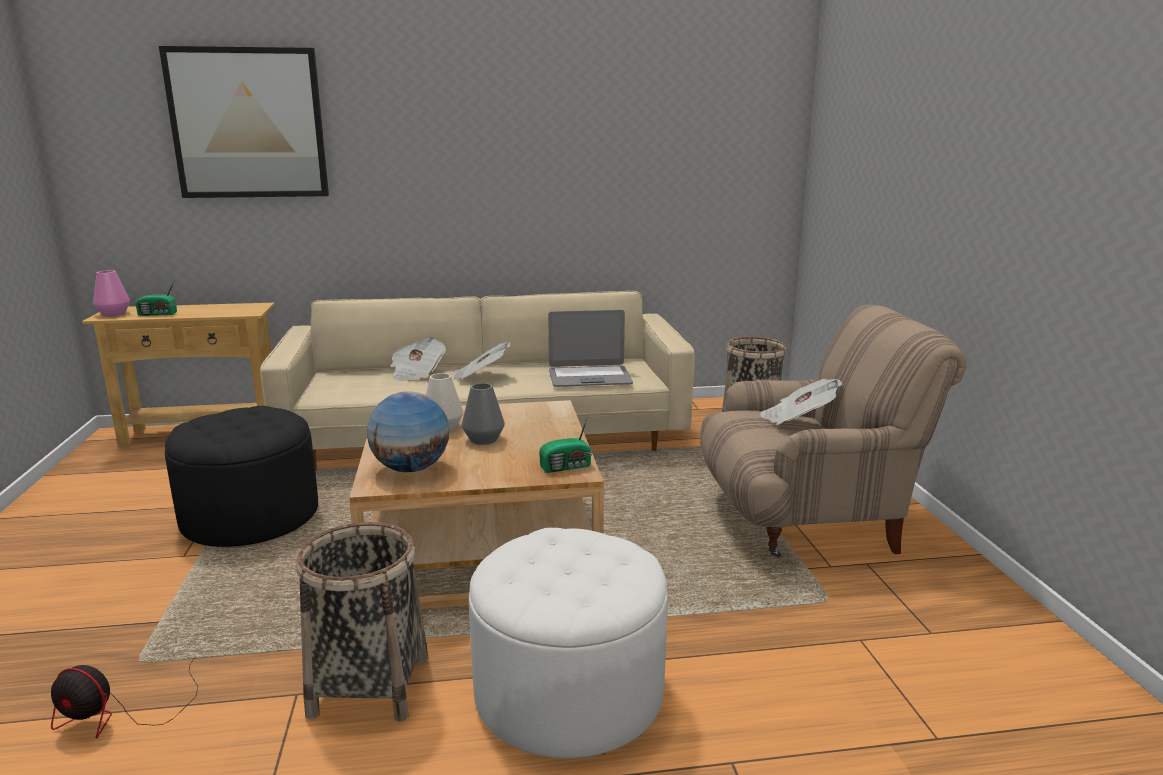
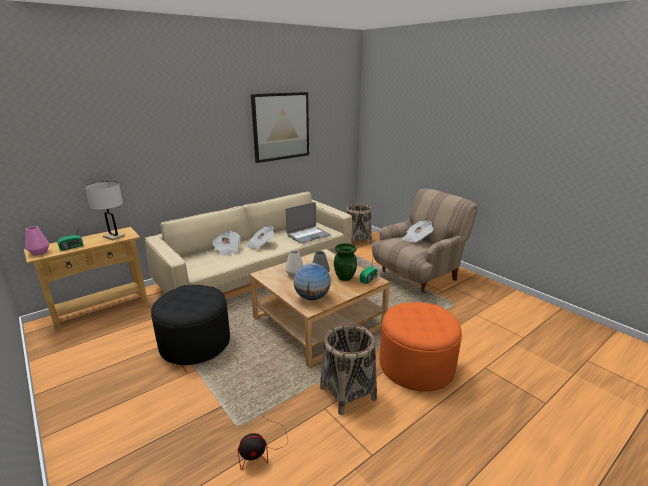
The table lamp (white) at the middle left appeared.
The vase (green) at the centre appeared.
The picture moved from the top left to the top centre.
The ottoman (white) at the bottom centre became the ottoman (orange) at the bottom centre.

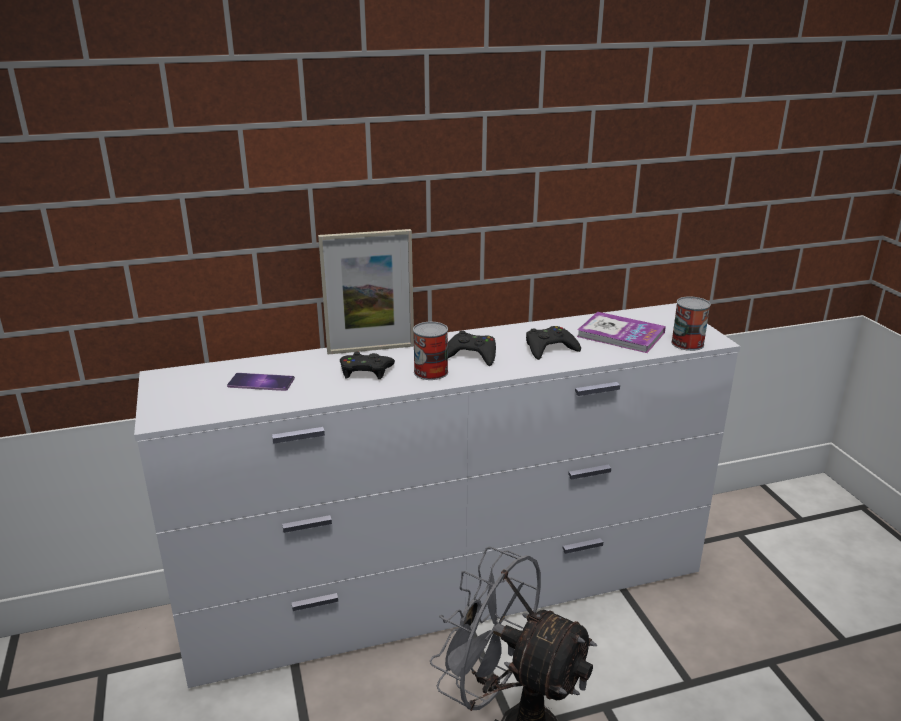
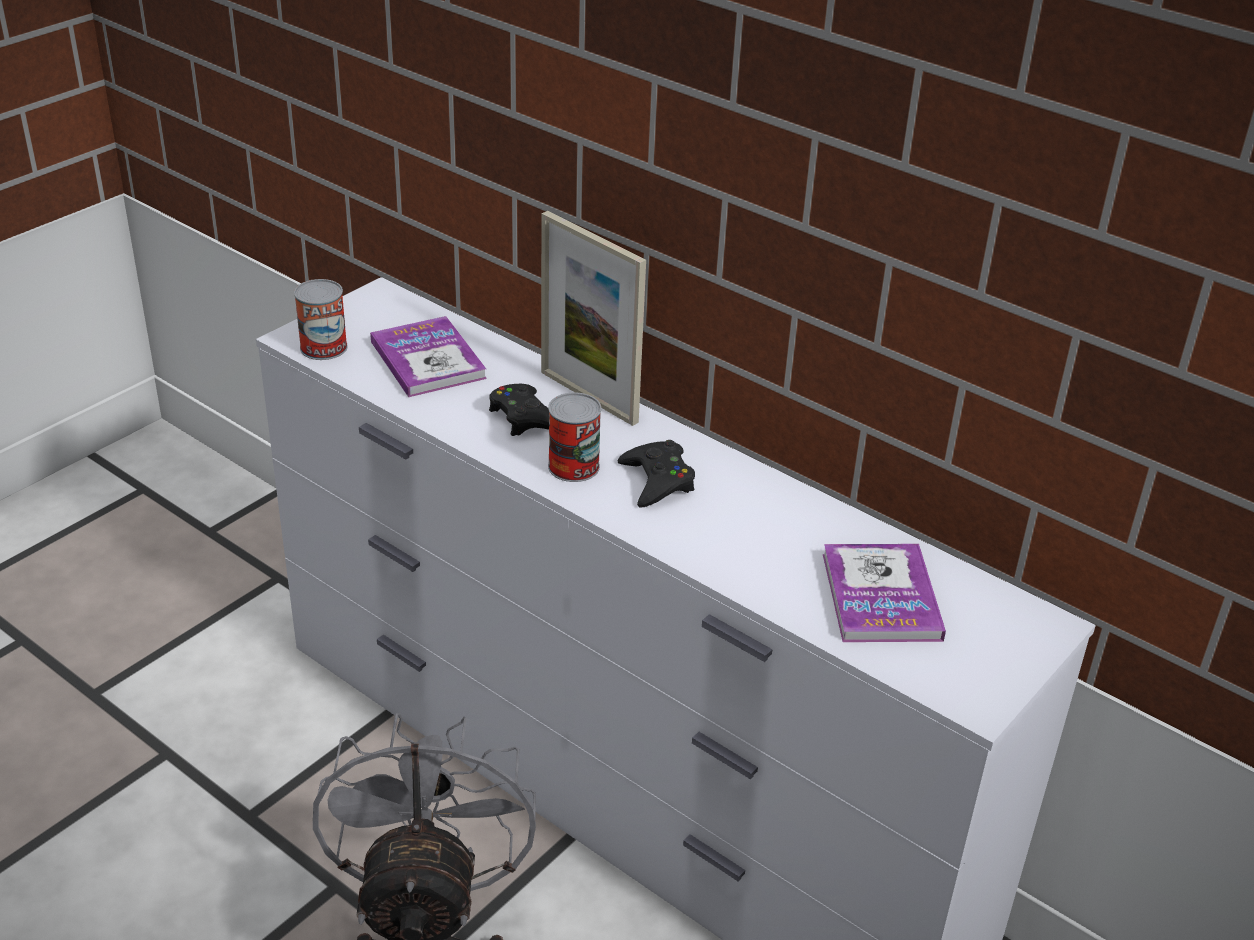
The game controller (black) (3rd from left) at the centre disappeared.
The can (2nd from left in the first image) moved from the middle right to the middle left.
The phone at the middle left was replaced by the book (1st from left) at the centre.

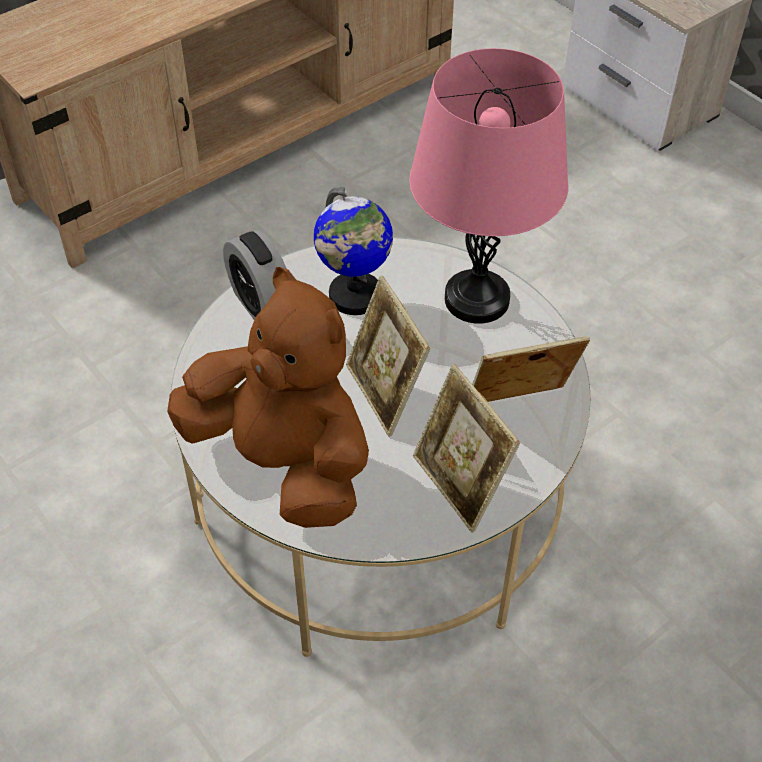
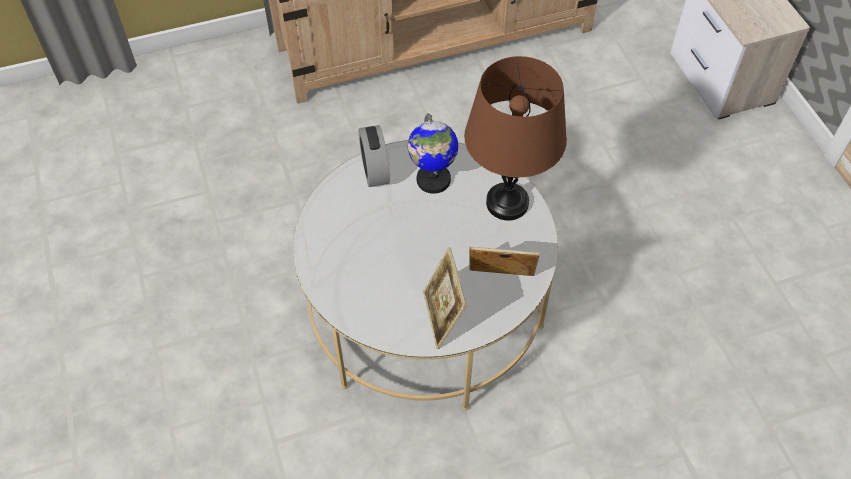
The plush toy (brown) at the centre disappeared.
The picture frame (1st from left) at the centre disappeared.
The table lamp (pink) at the top centre became the table lamp (brown) at the top centre.

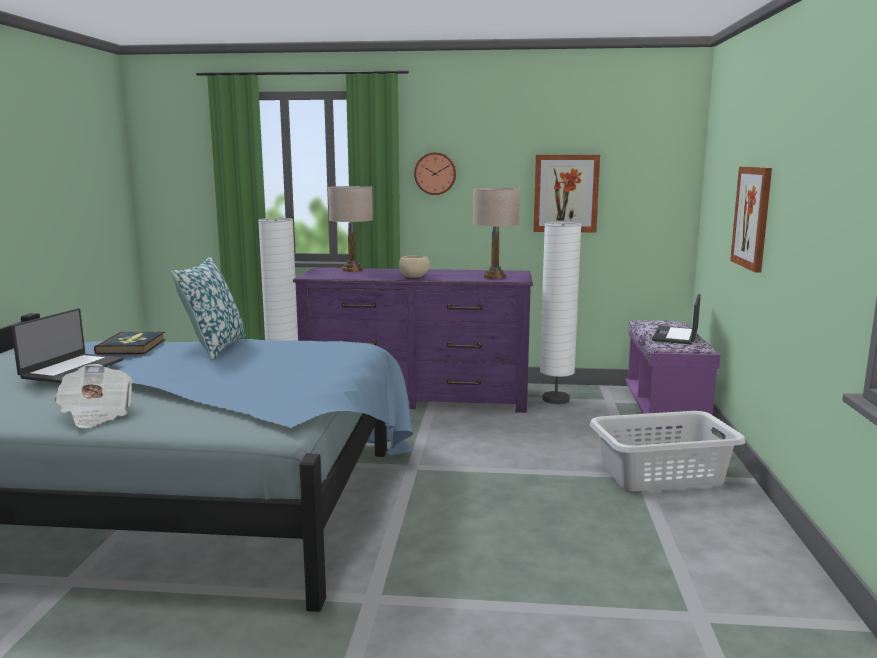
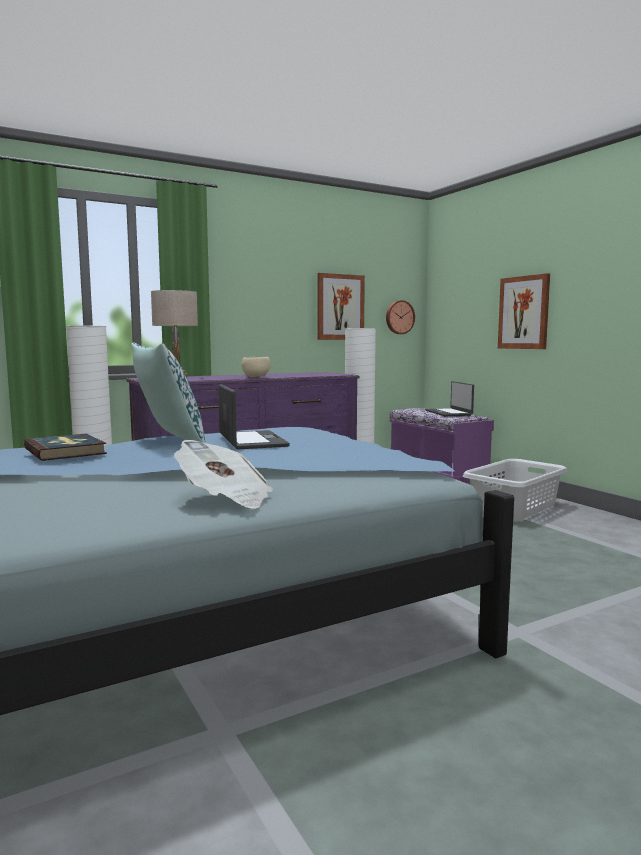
The table lamp (beige) (2nd from left) at the centre disappeared.
The laptop (1st from left) moved from the middle left to the centre.
The wall clock moved from the top centre to the centre.

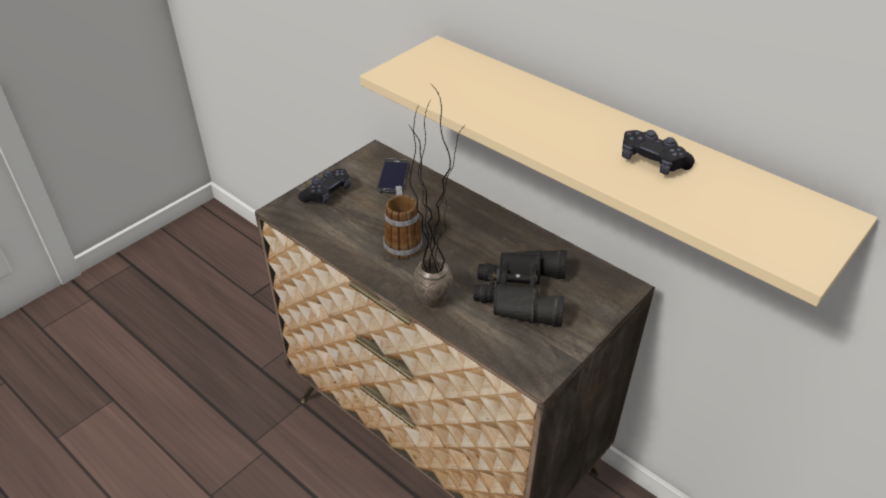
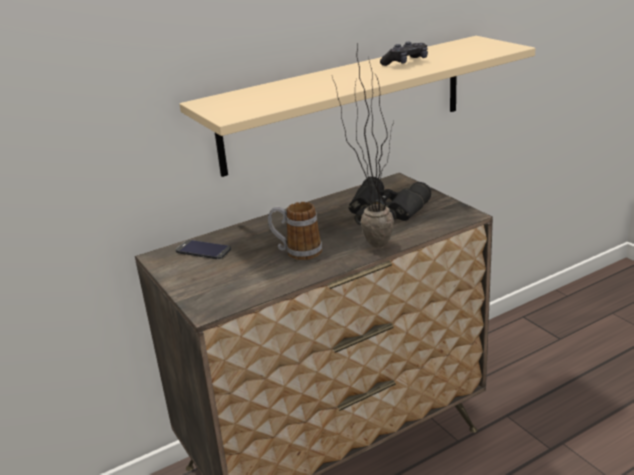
The game controller (black) (1st from left) at the centre disappeared.

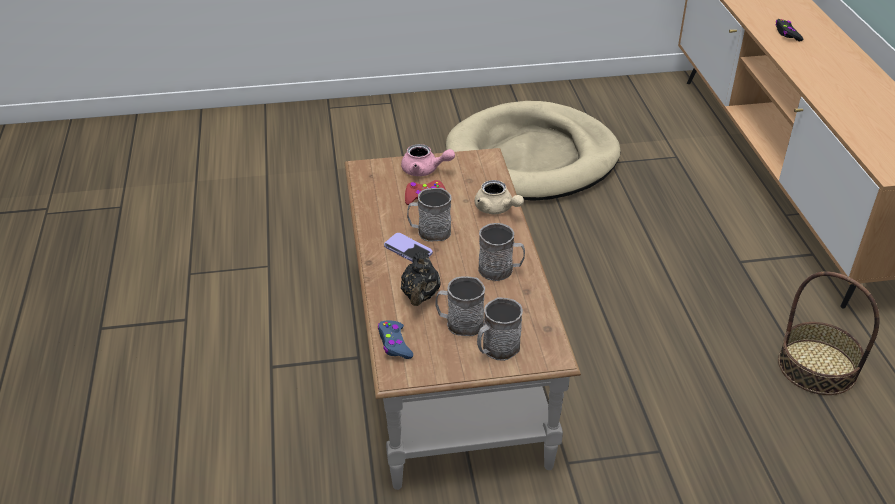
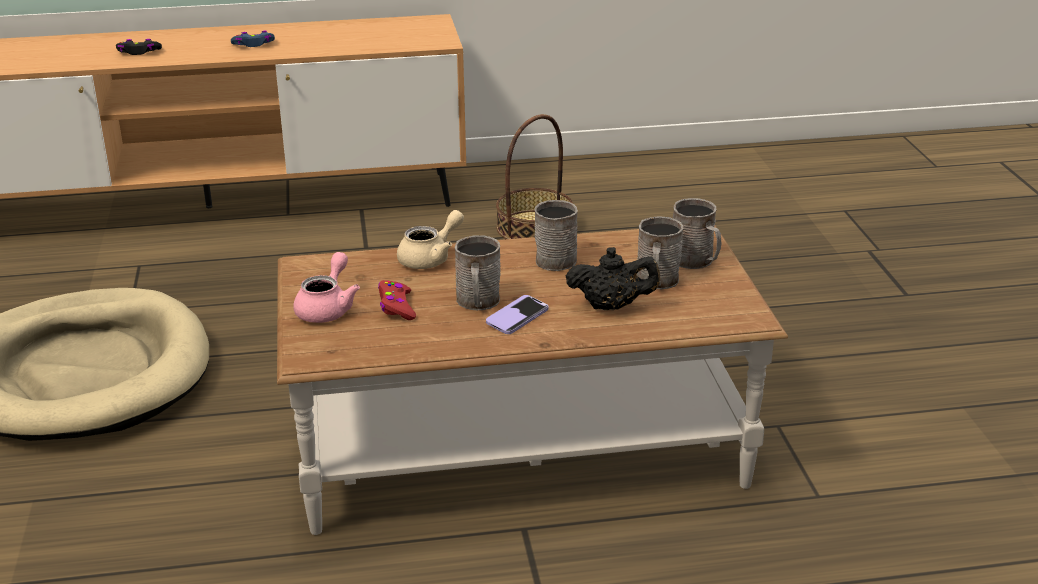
The game controller (blue) moved from the bottom centre to the top left.

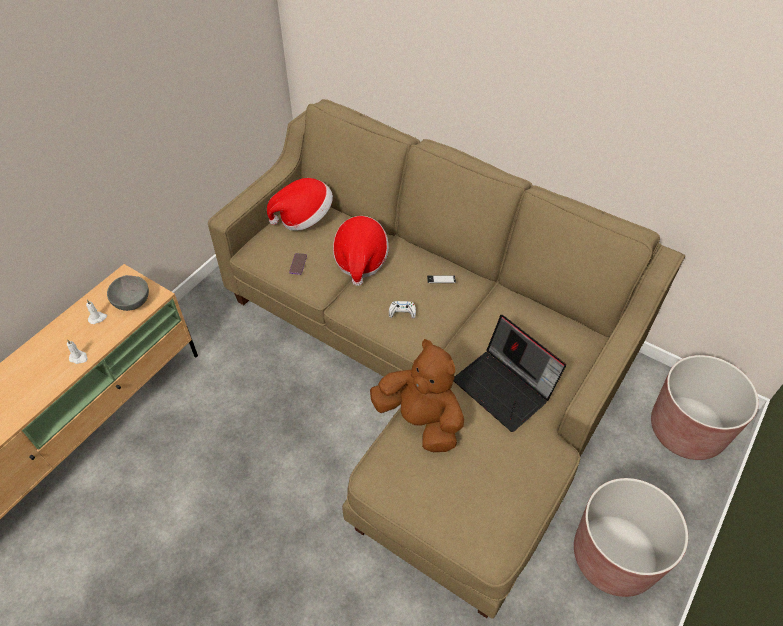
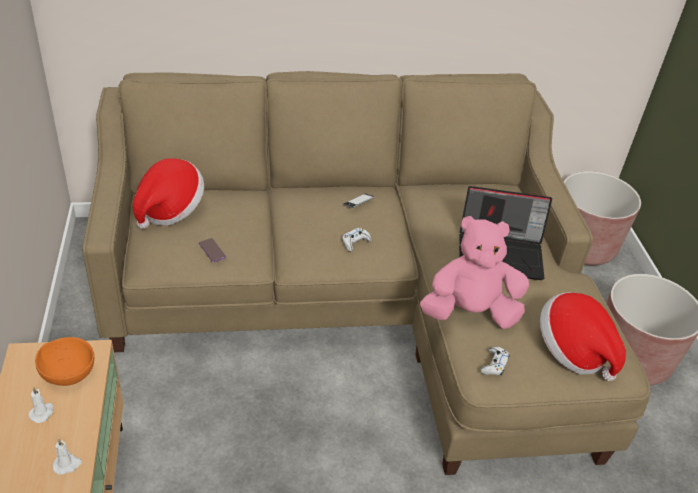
The game controller (white) (2nd from left) at the bottom right appeared.
The hat (2nd from left) moved from the centre to the bottom right.
The bowl (grey) at the middle left became the bowl (orange) at the bottom left.
The plush toy (brown) at the centre became the plush toy (pink) at the middle right.

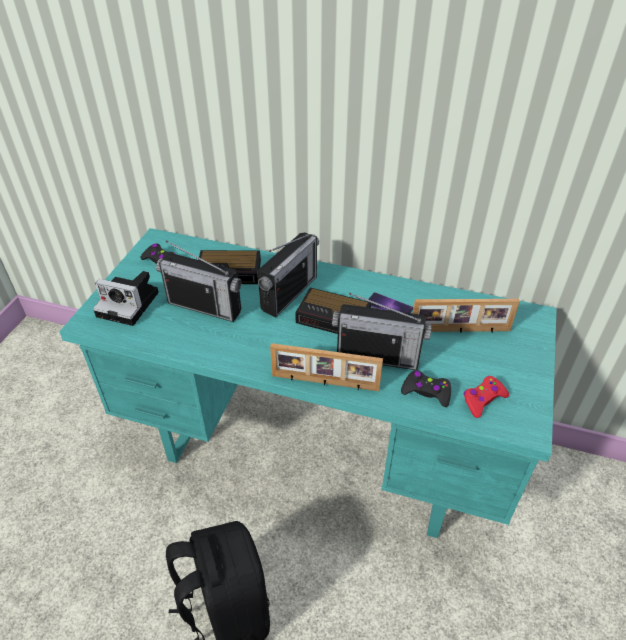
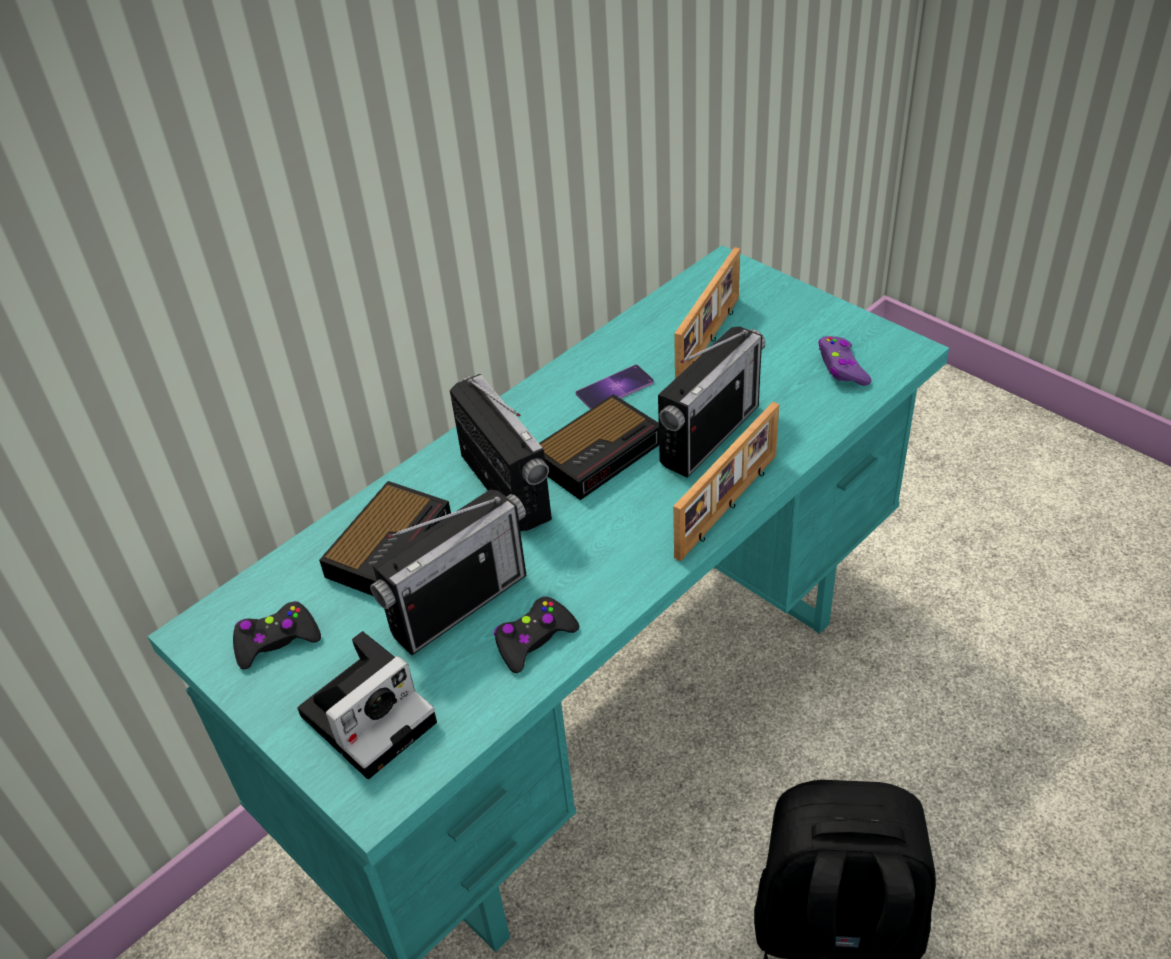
The game controller (black) (2nd from left) moved from the middle right to the centre.
The game controller (red) at the middle right became the game controller (purple) at the middle right.

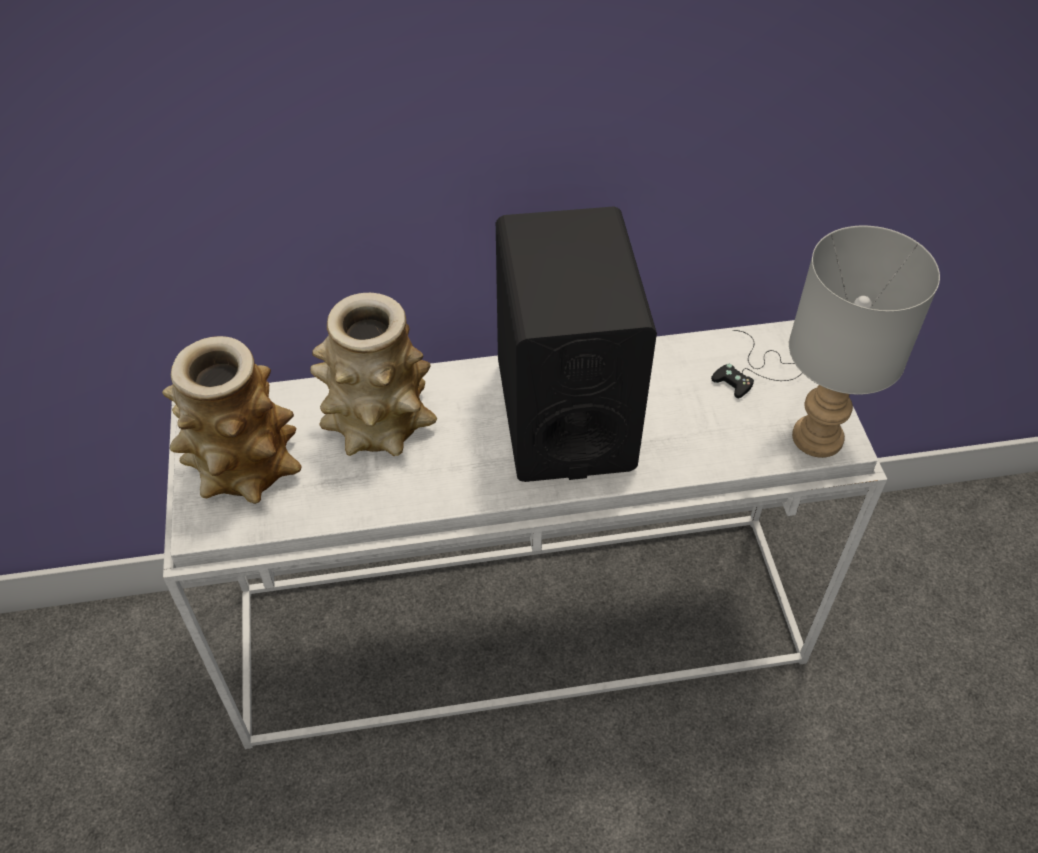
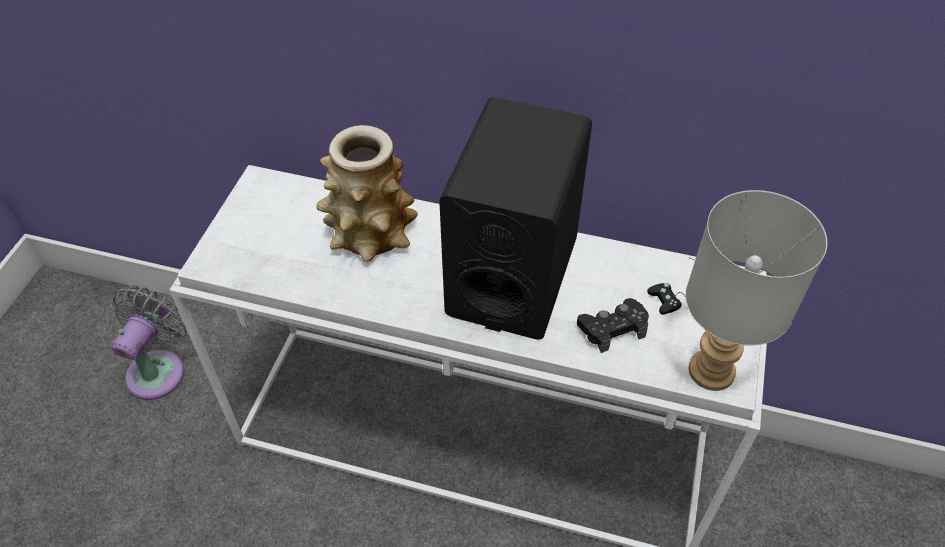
The vase (1st from left) at the middle left disappeared.
The fan (grey) at the middle left appeared.
The game controller (black) (1st from left) at the centre appeared.

